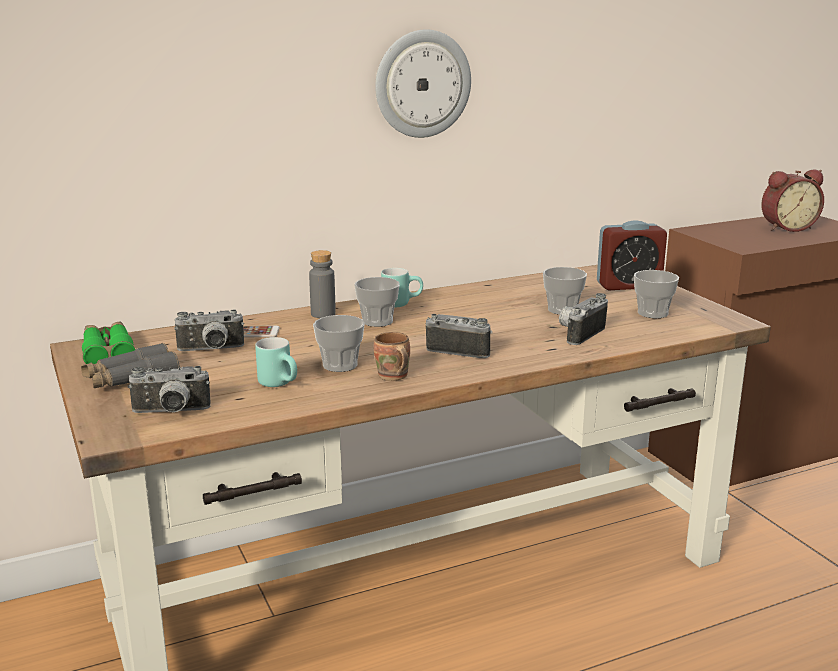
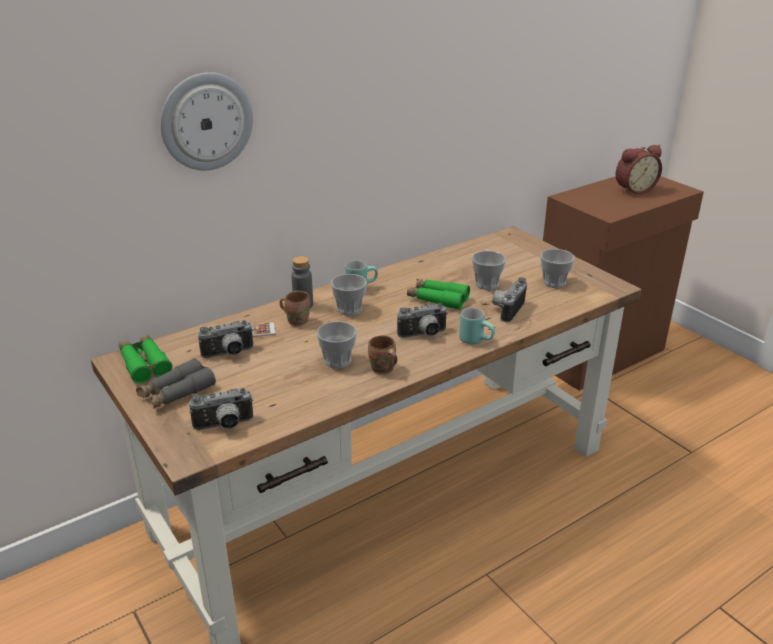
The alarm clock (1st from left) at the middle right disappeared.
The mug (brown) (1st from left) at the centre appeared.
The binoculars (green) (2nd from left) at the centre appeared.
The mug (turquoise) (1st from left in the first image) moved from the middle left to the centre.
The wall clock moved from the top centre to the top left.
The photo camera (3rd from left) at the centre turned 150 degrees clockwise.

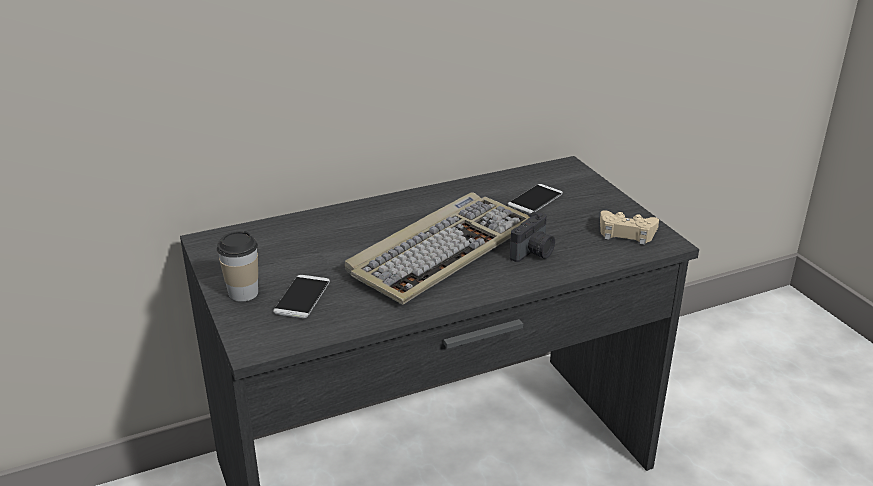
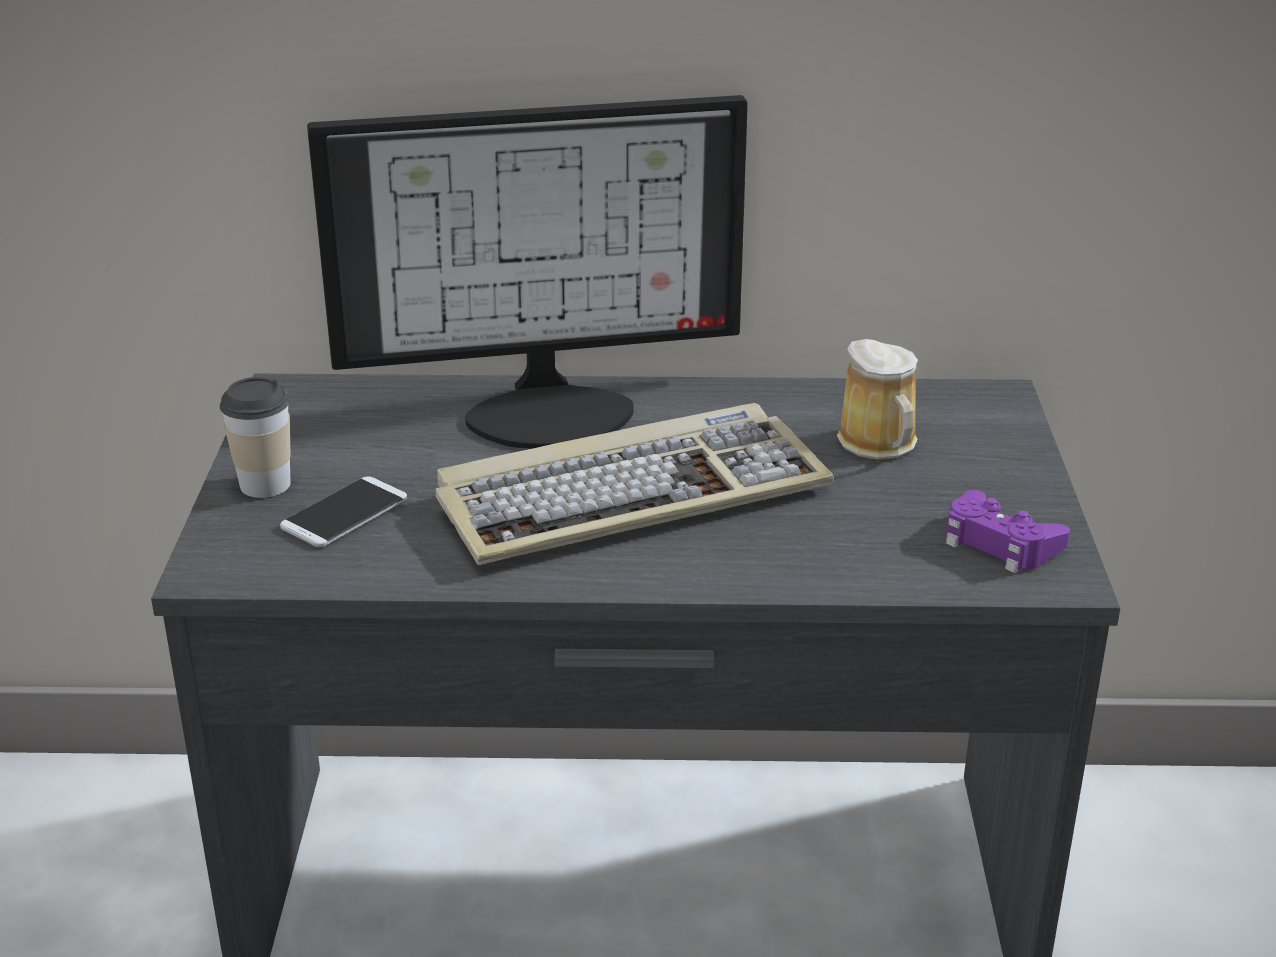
The photo camera at the centre disappeared.
The monitor at the top centre appeared.
The phone (2nd from left) at the centre was replaced by the mug at the middle right.
The game controller (beige) at the middle right became the game controller (purple) at the middle right.

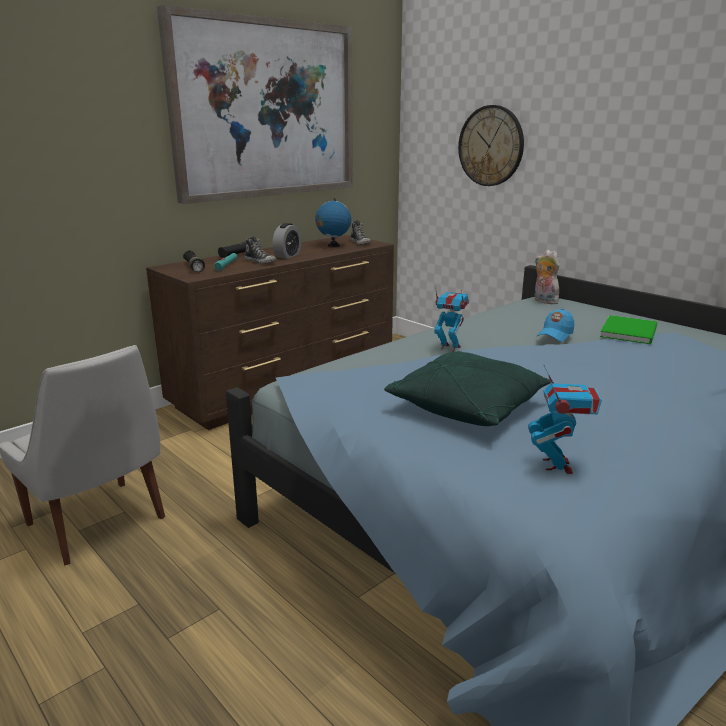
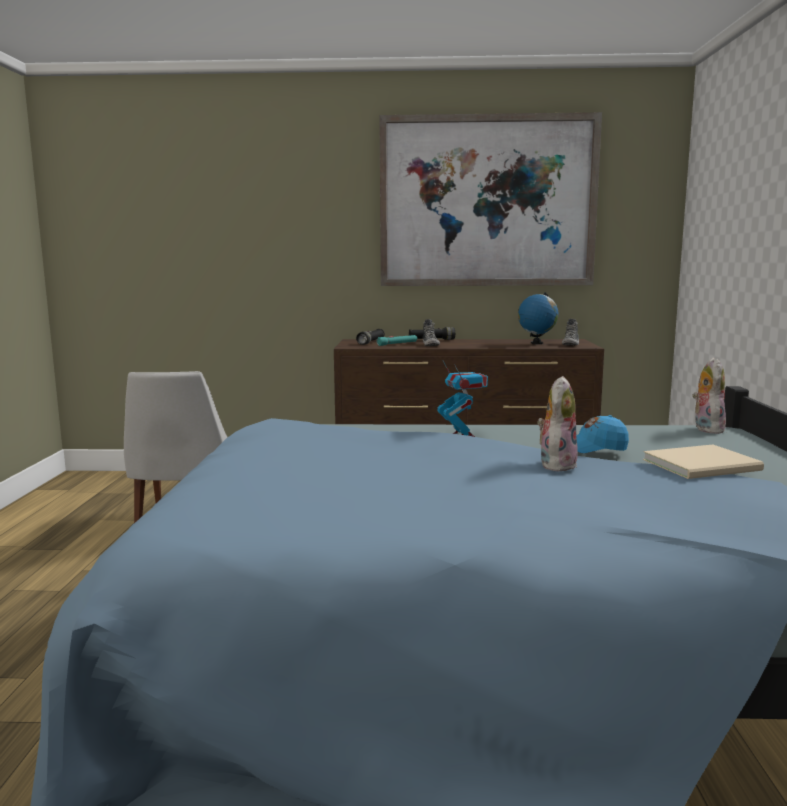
The alarm clock at the top centre disappeared.
The pillow (green) at the centre disappeared.
The wall clock at the top right disappeared.
The toy robot (2nd from left) at the middle right disappeared.
The plush toy (1st from left) at the middle right appeared.
The book (green) at the middle right became the book (beige) at the middle right.

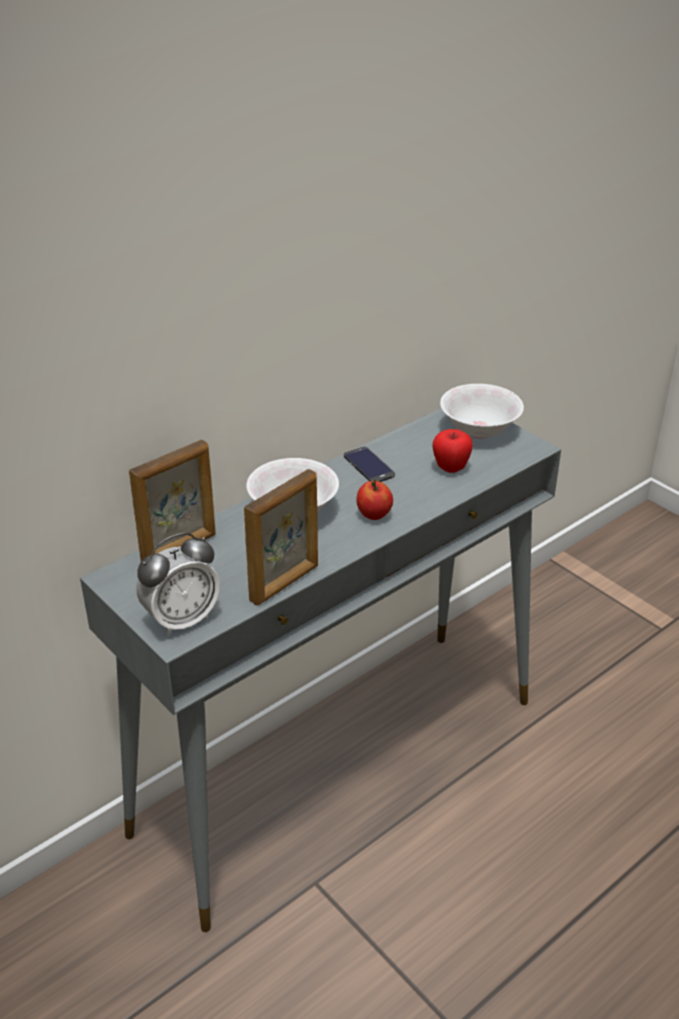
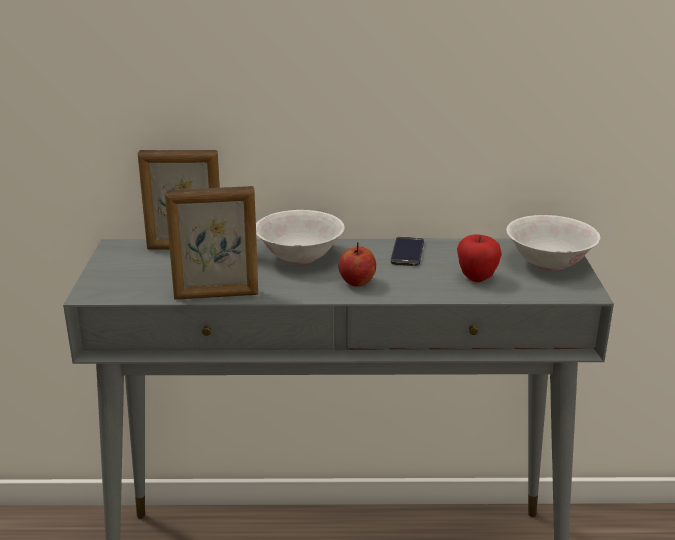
The alarm clock at the middle left disappeared.

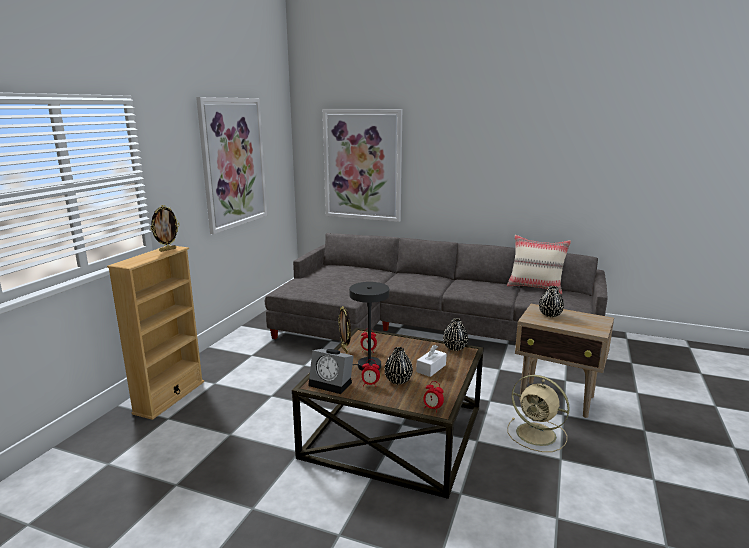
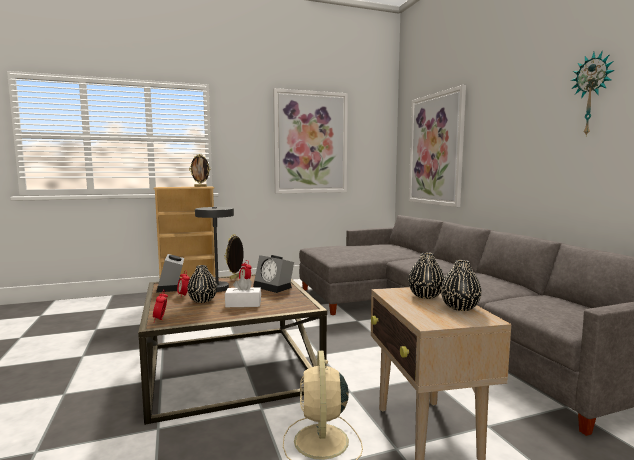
The pillow (beige) at the middle right disappeared.
The alarm clock (5th from left) at the centre appeared.
The wall clock at the top right appeared.
The vase (black) (2nd from left in the first image) moved from the centre to the middle right.

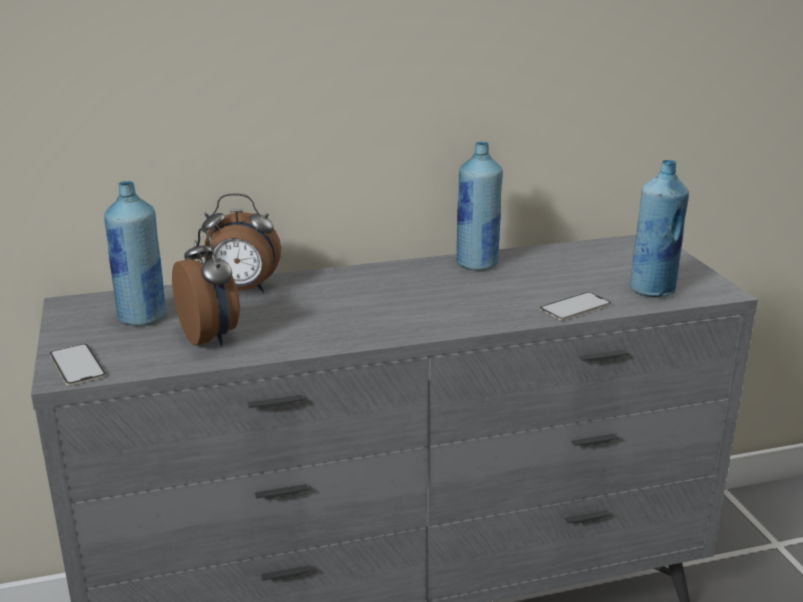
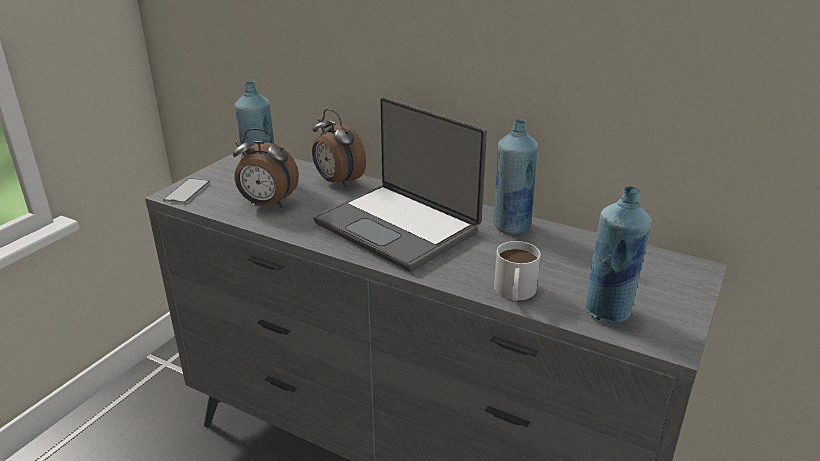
The laptop at the centre appeared.
The phone (2nd from left) at the middle right was replaced by the mug (white) at the centre.
The alarm clock (1st from left) at the middle left turned 90 degrees clockwise.

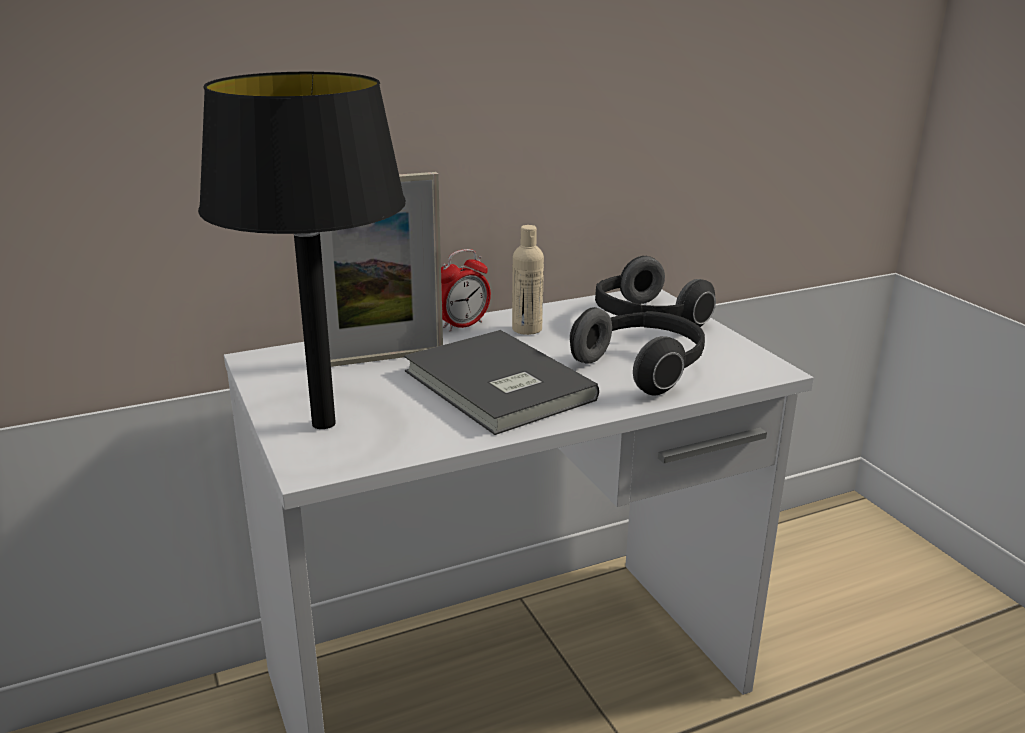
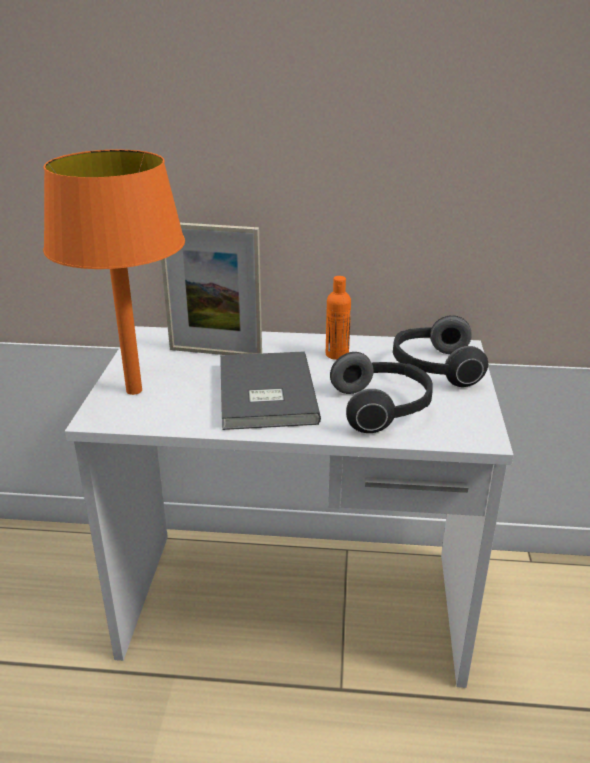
The alarm clock at the centre disappeared.
The table lamp (black) at the middle left became the table lamp (orange) at the middle left.
The bottle (beige) at the centre became the bottle (orange) at the centre.

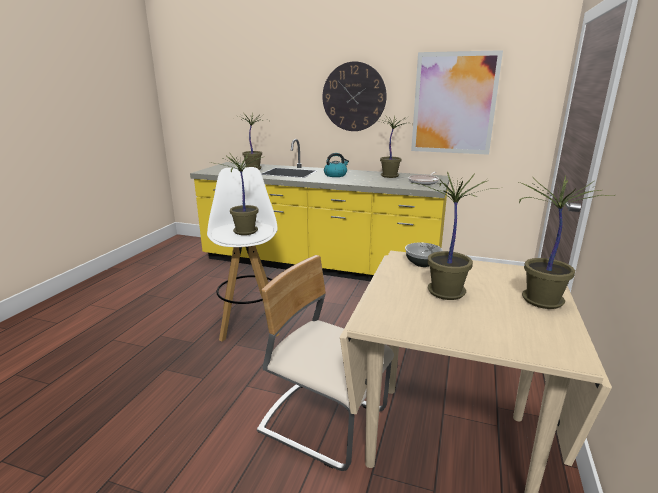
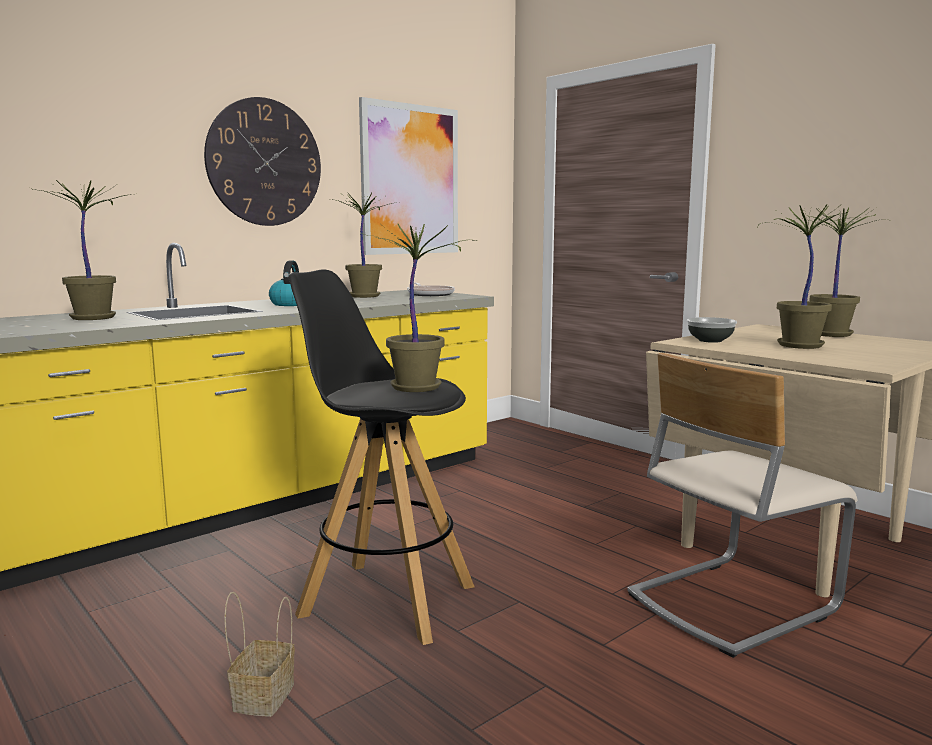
The basket at the bottom left appeared.
The stool (white) at the centre became the stool (black) at the centre.

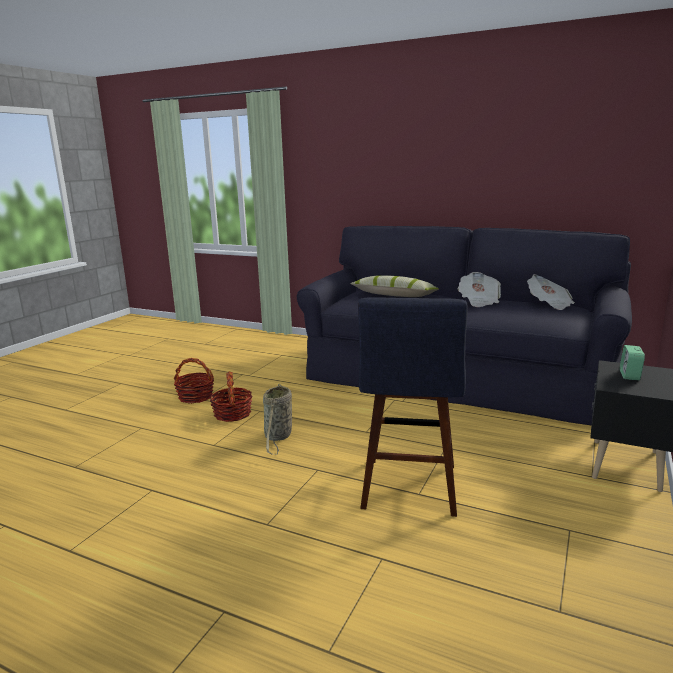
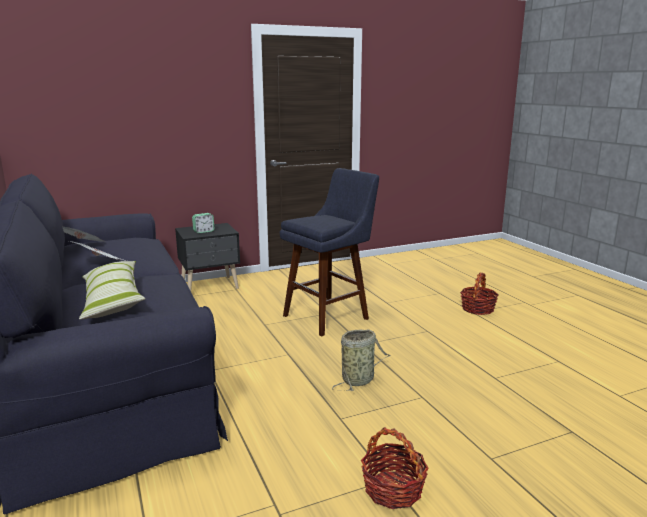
The basket (2nd from left in the first image) moved from the centre to the middle right.

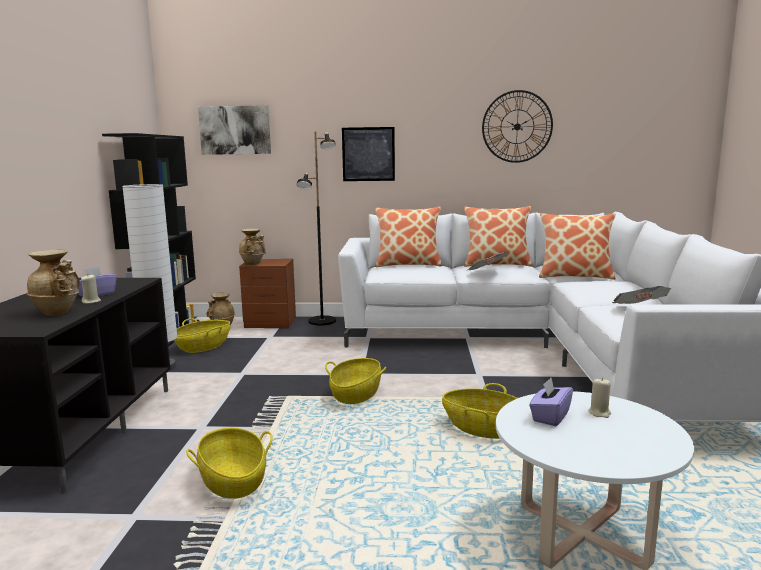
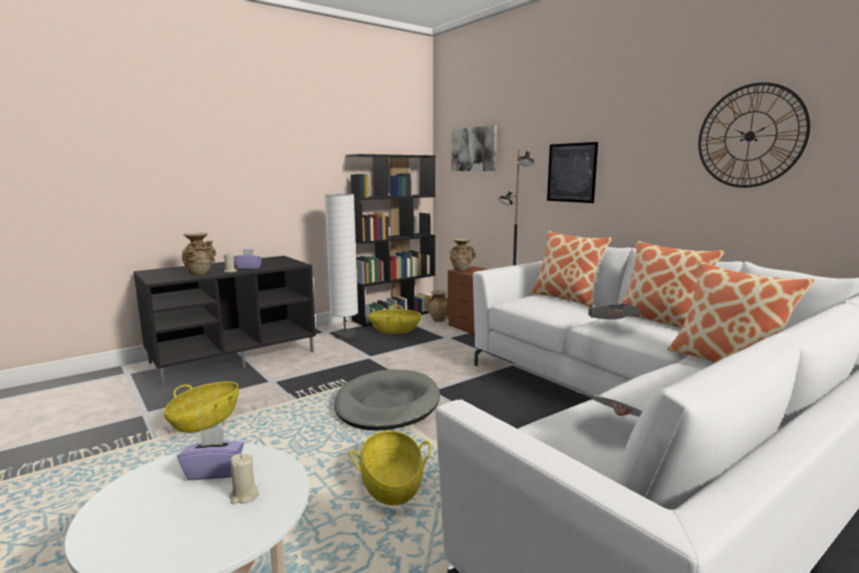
The basket (3rd from left) at the bottom centre was replaced by the dog bed (grey) at the bottom centre.

